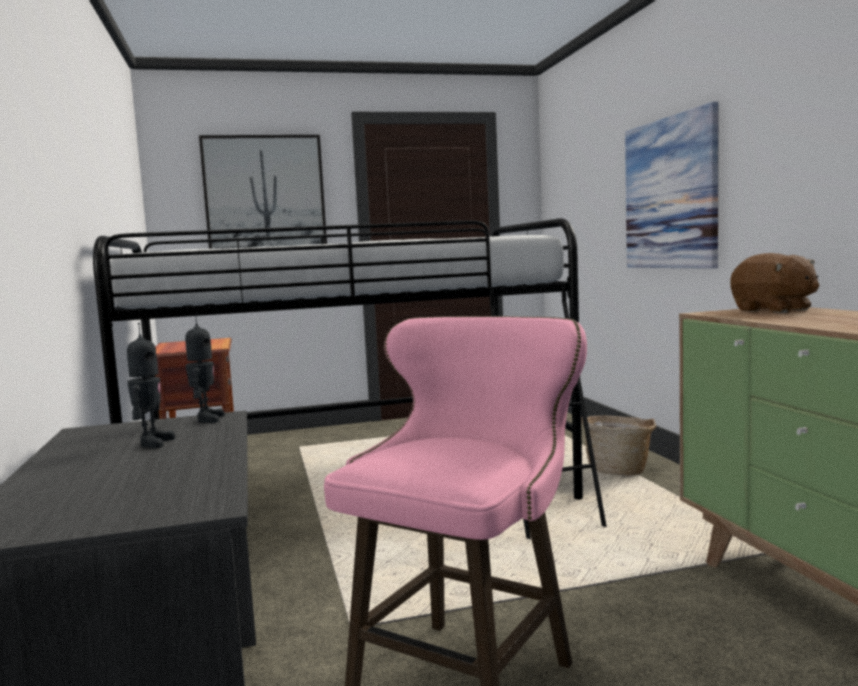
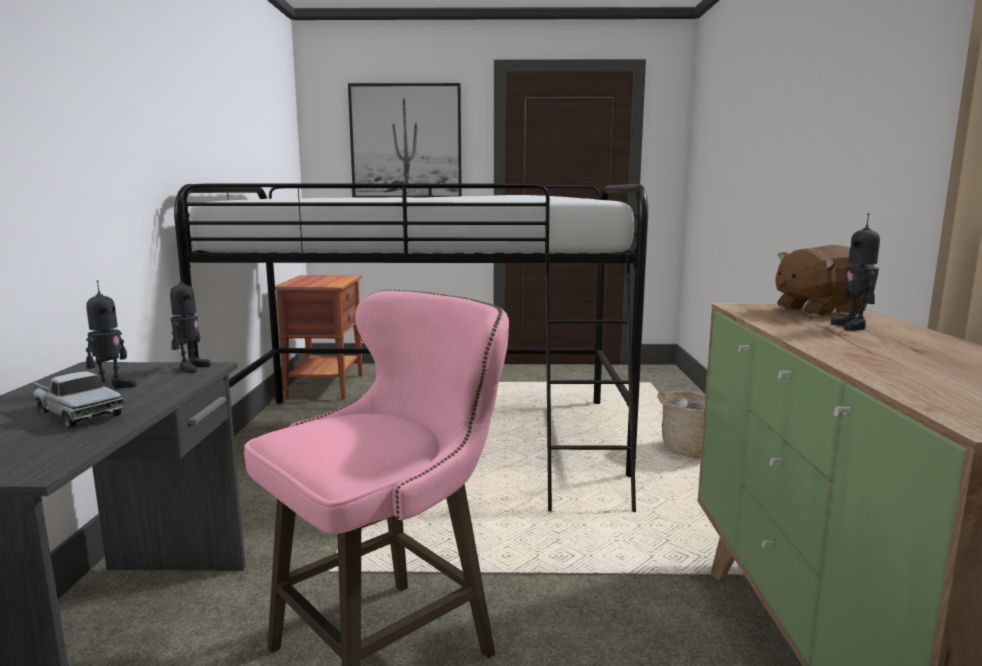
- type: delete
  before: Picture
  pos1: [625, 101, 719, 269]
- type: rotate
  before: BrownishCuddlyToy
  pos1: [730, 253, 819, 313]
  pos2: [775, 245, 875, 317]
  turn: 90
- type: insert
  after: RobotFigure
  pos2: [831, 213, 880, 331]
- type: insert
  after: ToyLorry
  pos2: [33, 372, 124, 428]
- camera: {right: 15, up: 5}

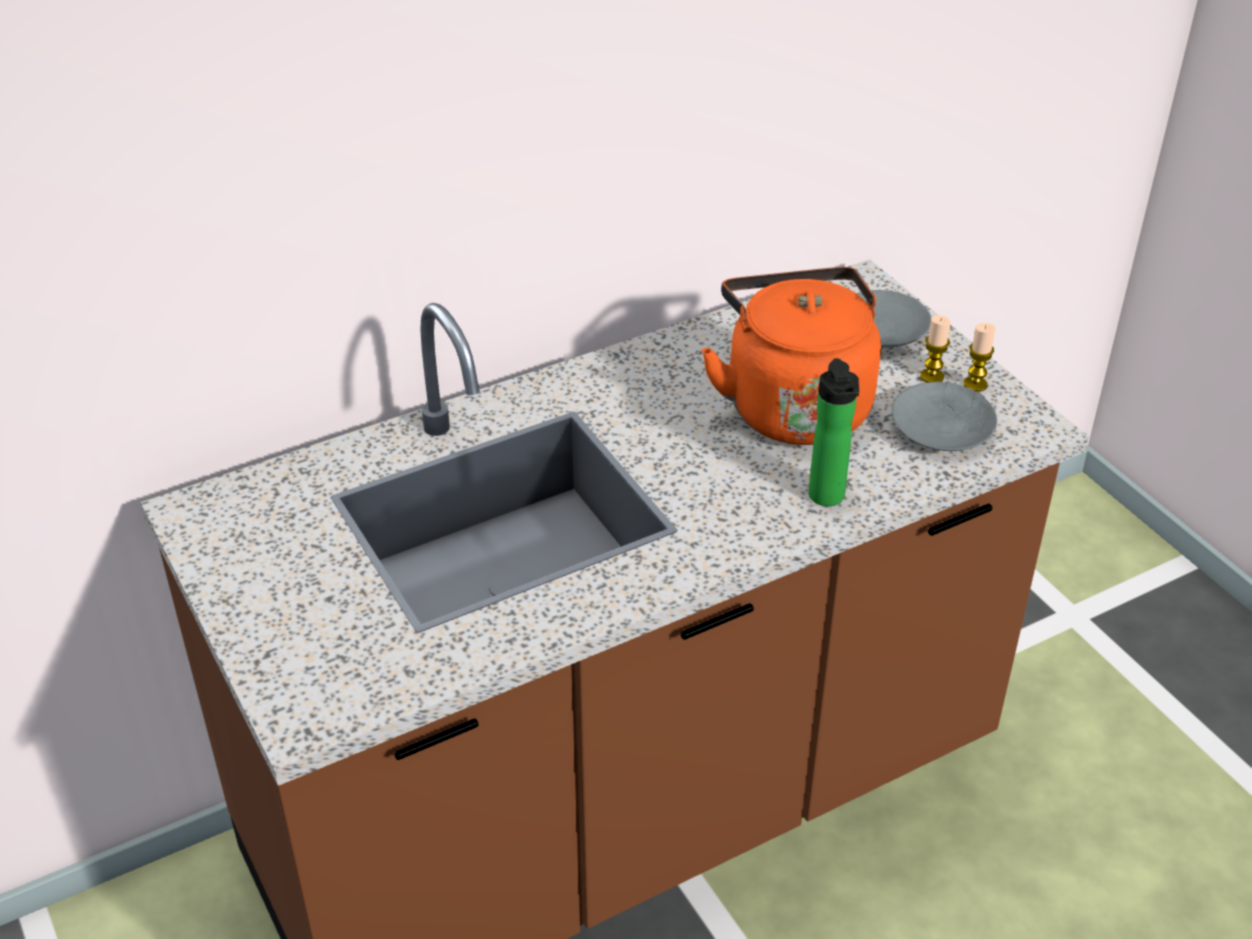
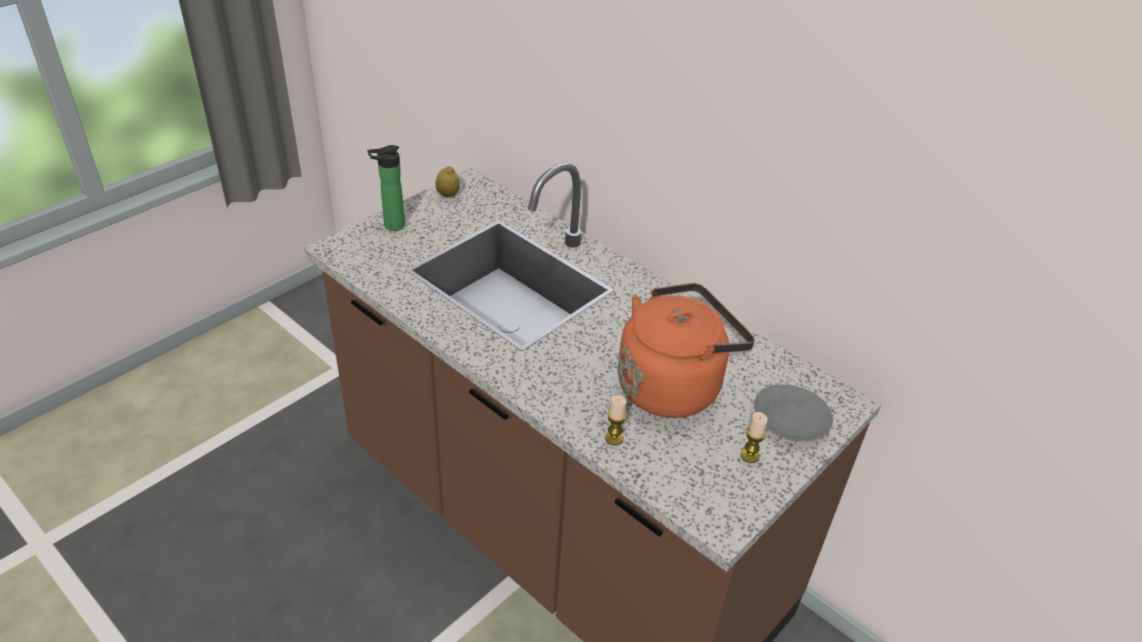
- type: move
  before: Candle
  pos1: [963, 323, 996, 392]
  pos2: [605, 395, 627, 445]
- type: move
  before: BeverageBottle
  pos1: [809, 358, 859, 506]
  pos2: [367, 145, 405, 231]
- type: delete
  before: GrayPlate
  pos1: [892, 382, 997, 451]
- type: insert
  after: WholeLemon
  pos2: [436, 166, 460, 197]
- camera: {right: 70, up: 0}

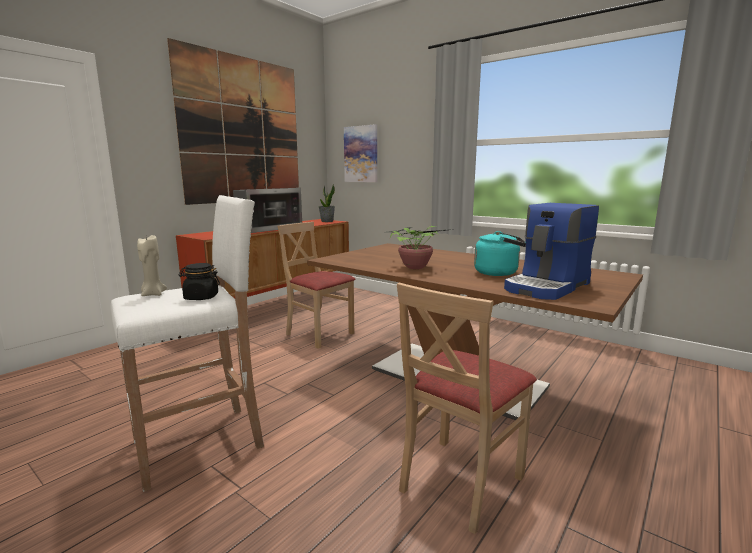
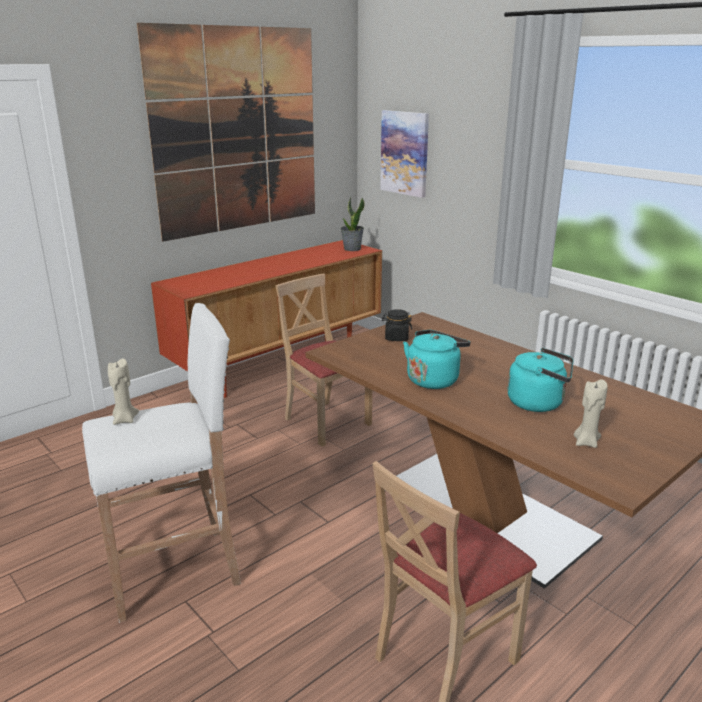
- type: delete
  before: Microwave
  pos1: [233, 188, 302, 233]
- type: replace
  before: CoffeeMaker
  after: BeigeCandle
  pos1: [504, 203, 599, 300]
  pos2: [574, 379, 608, 448]
- type: replace
  before: Houseplant
  after: TurquoiseKettle
  pos1: [390, 226, 446, 269]
  pos2: [403, 330, 470, 389]
- type: move
  before: BlackStorageJar
  pos1: [179, 263, 220, 300]
  pos2: [382, 309, 412, 341]
- camera: {right: 10, up: 10}

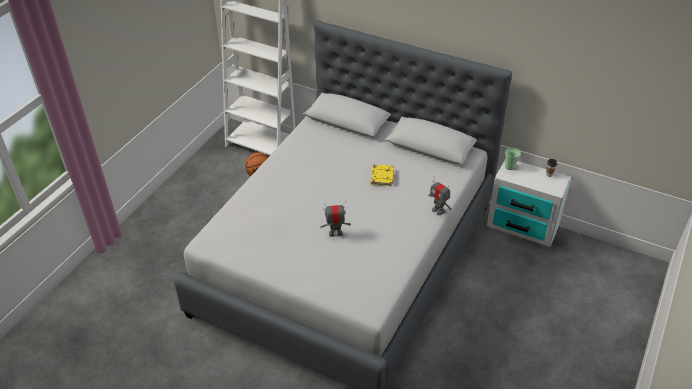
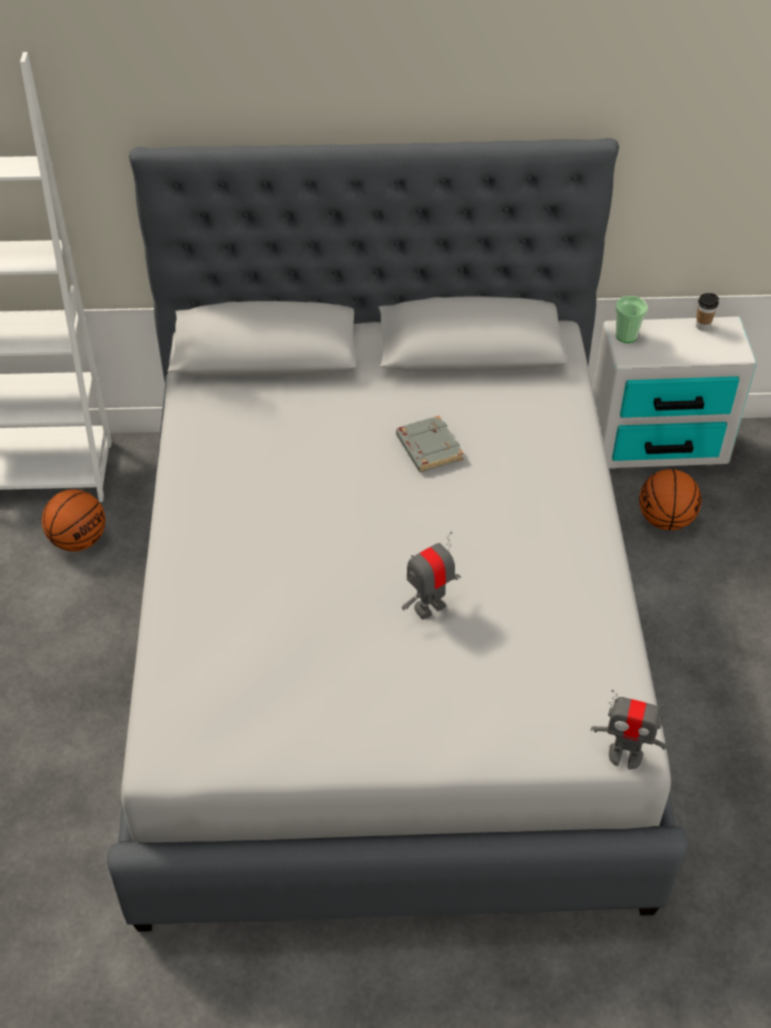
- type: recolor
  before: YellowishBook
  after: GrayBook
  pos1: [370, 165, 394, 186]
  pos2: [396, 416, 464, 472]
- type: move
  before: RobotFigure
  pos1: [428, 181, 452, 215]
  pos2: [591, 690, 669, 769]
- type: insert
  after: Basketball
  pos2: [639, 469, 702, 530]
- camera: {right: -30, up: 5}

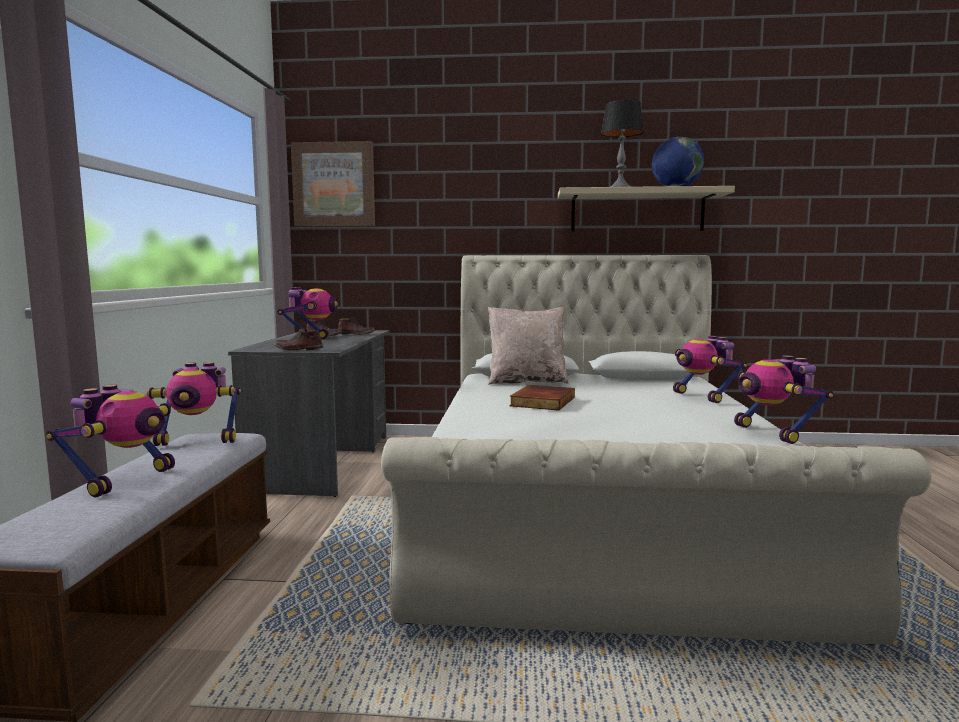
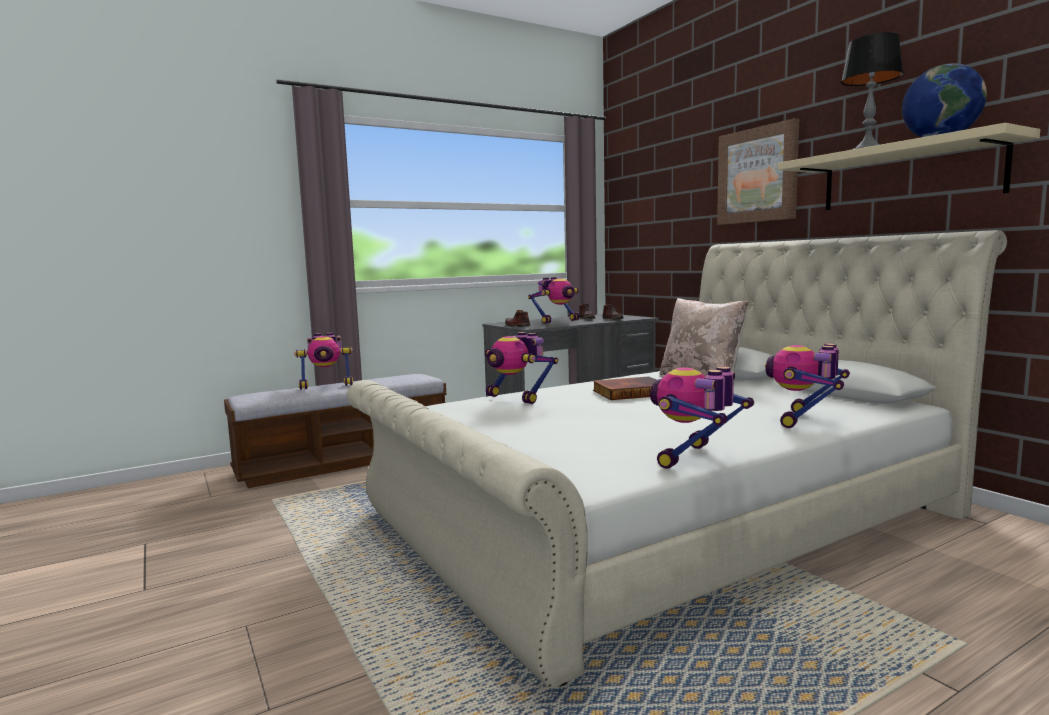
- type: move
  before: Picture
  pos1: [291, 141, 375, 227]
  pos2: [717, 118, 799, 225]
- type: move
  before: RobotFigure
  pos1: [147, 362, 241, 446]
  pos2: [485, 332, 558, 404]
- camera: {right: 55, up: 0}

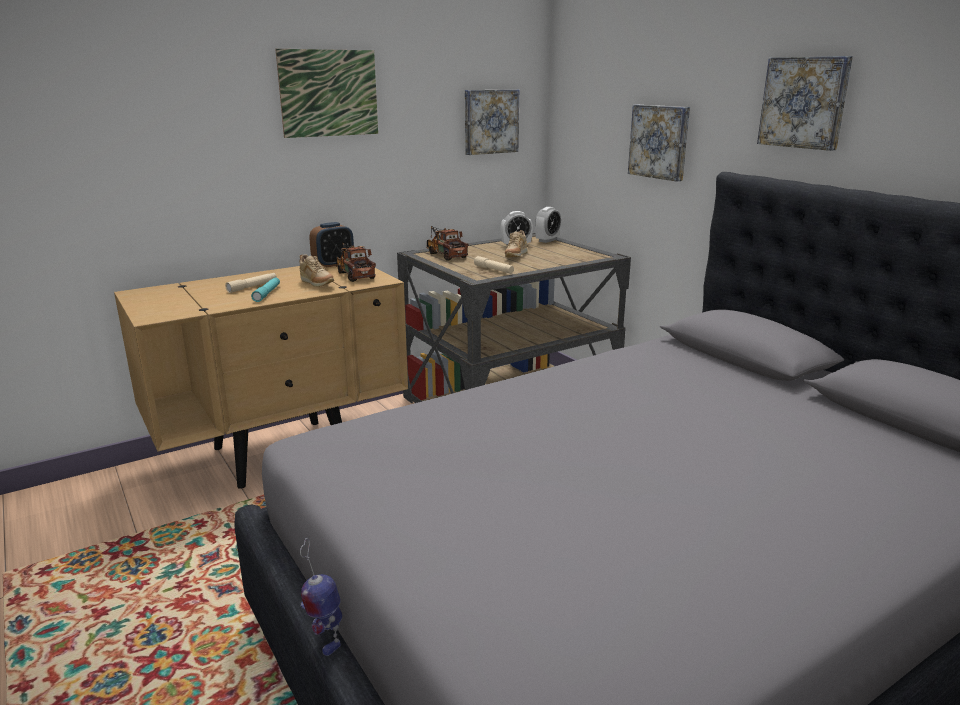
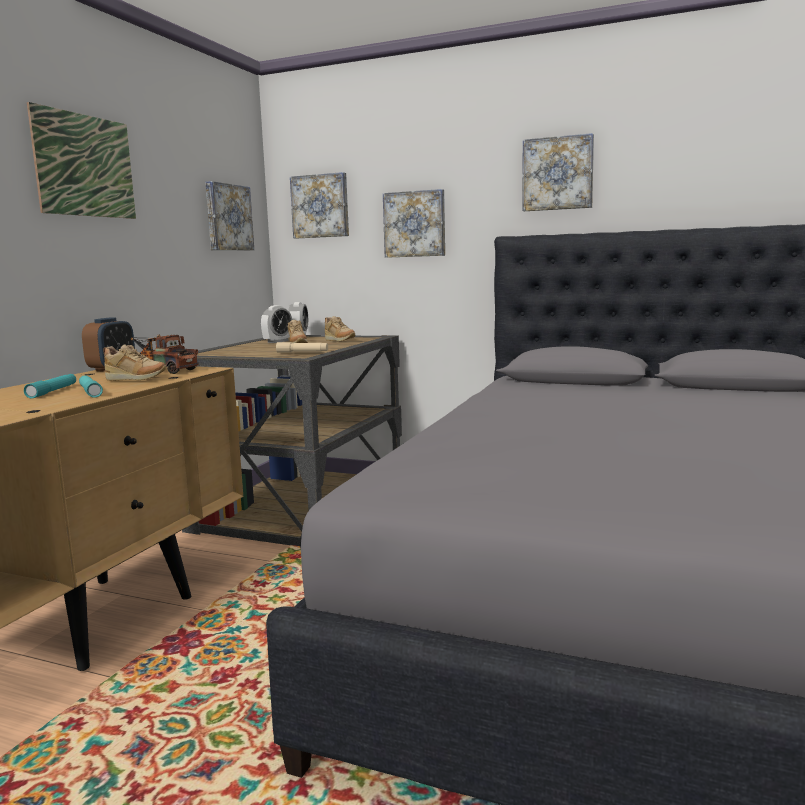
- type: delete
  before: ToyLorry
  pos1: [427, 226, 469, 261]
- type: recolor
  before: BeigeHandTorch
  after: TurquoiseHandTorch
  pos1: [225, 273, 277, 293]
  pos2: [24, 374, 76, 399]
- type: delete
  before: RobotFigure
  pos1: [300, 538, 342, 656]
- type: insert
  after: Picture
  pos2: [290, 172, 349, 238]
- type: insert
  after: BeigeItemOfFootwear
  pos2: [325, 316, 355, 341]
- camera: {right: -35, up: -10}

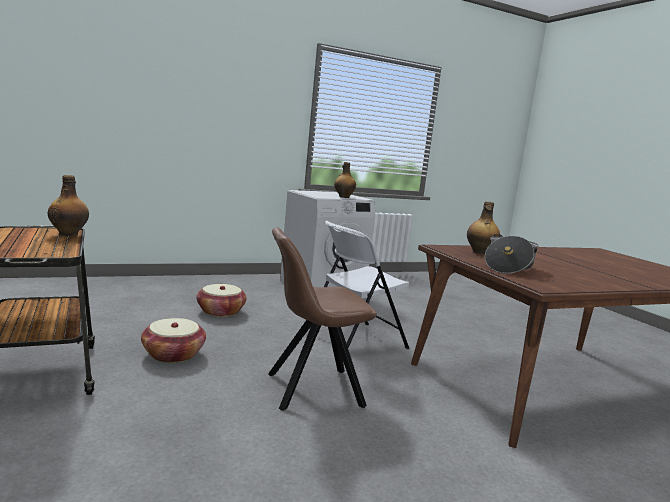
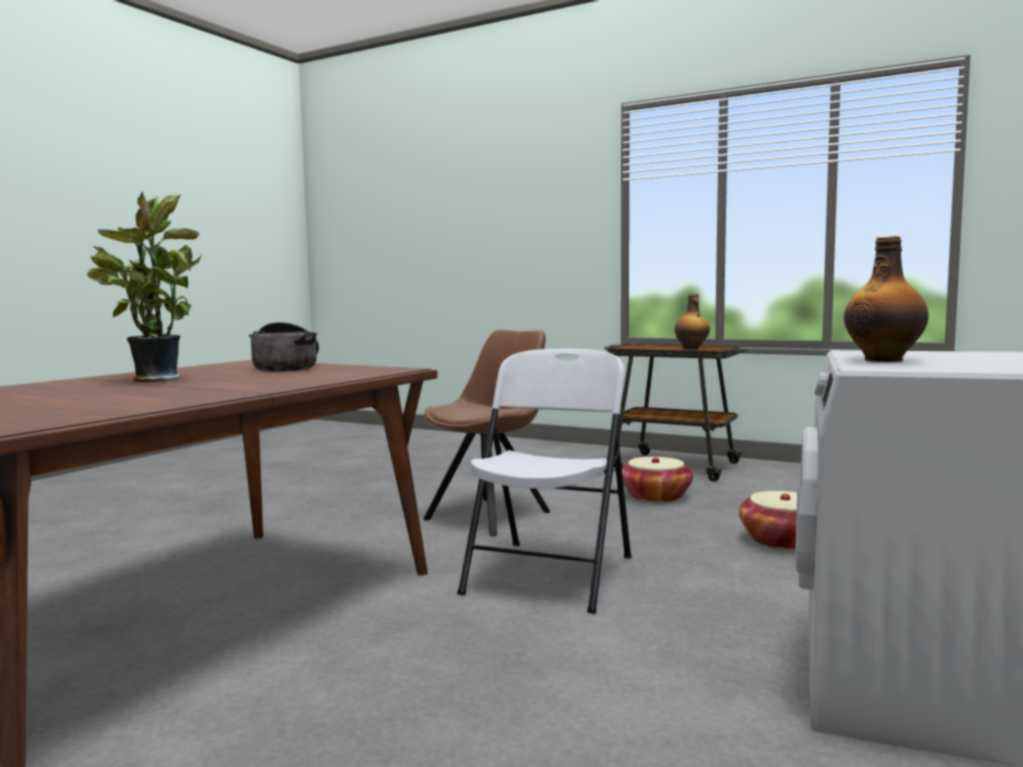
- type: delete
  before: BeverageBottle
  pos1: [467, 201, 500, 254]
- type: insert
  after: Houseplant
  pos2: [87, 191, 202, 382]
- camera: {right: 145, up: -5}

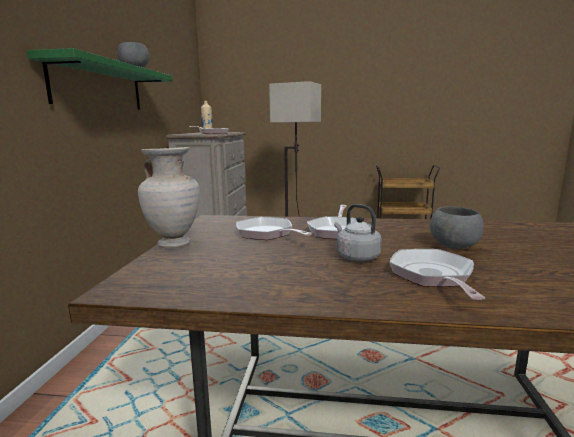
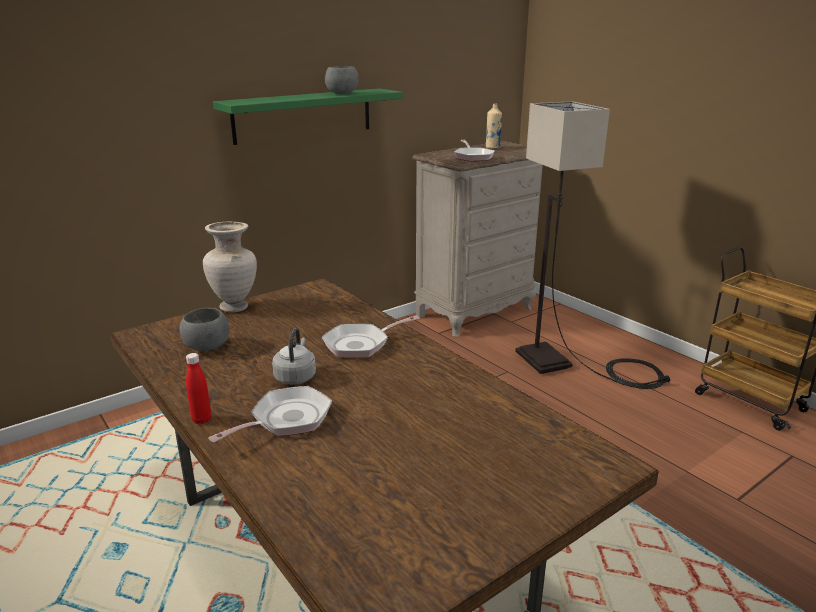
- type: move
  before: GrayServingBowl
  pos1: [430, 206, 484, 249]
  pos2: [179, 308, 230, 351]
- type: delete
  before: Skillet
  pos1: [236, 217, 312, 240]
- type: insert
  after: RedBeverageBottle
  pos2: [186, 353, 211, 424]
- camera: {right: 45, up: 10}

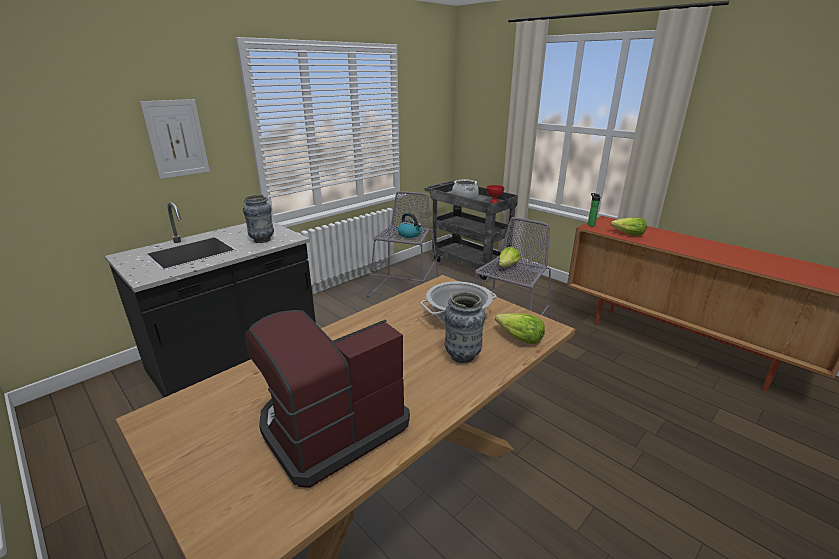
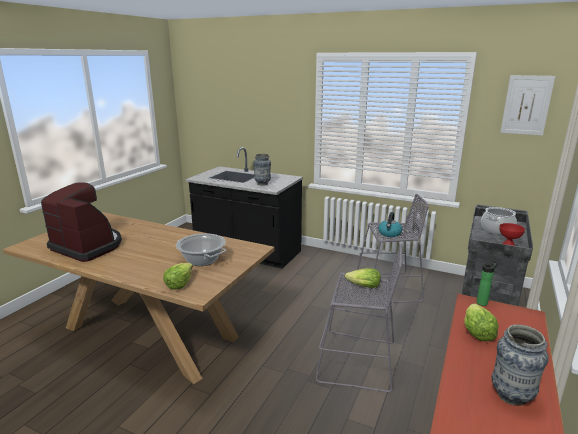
- type: move
  before: Picture
  pos1: [140, 99, 210, 179]
  pos2: [500, 75, 555, 136]
- type: move
  before: Vase
  pos1: [444, 291, 486, 363]
  pos2: [492, 325, 549, 406]
- camera: {right: 70, up: -5}

